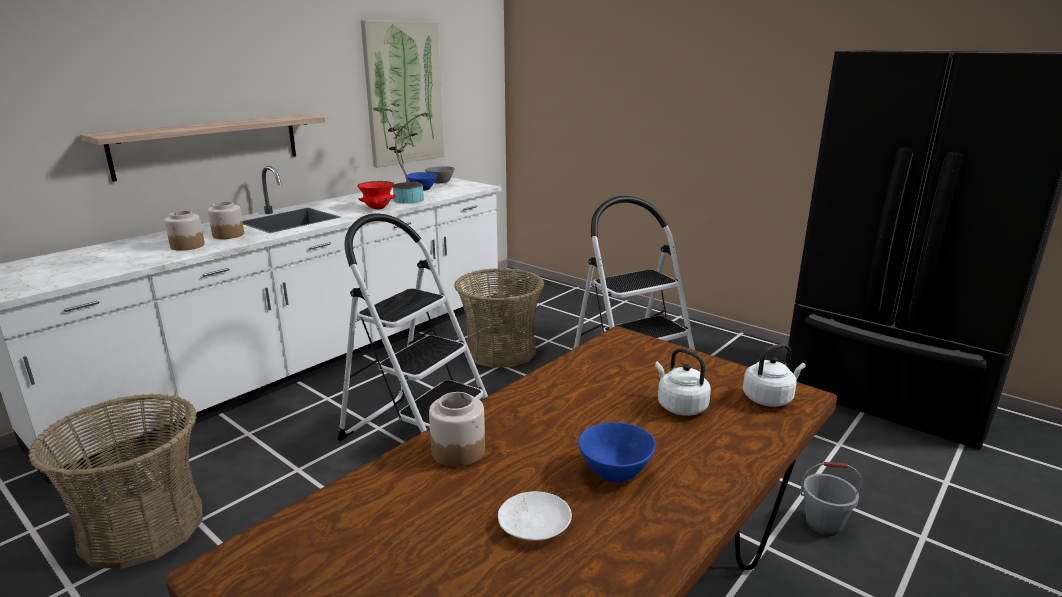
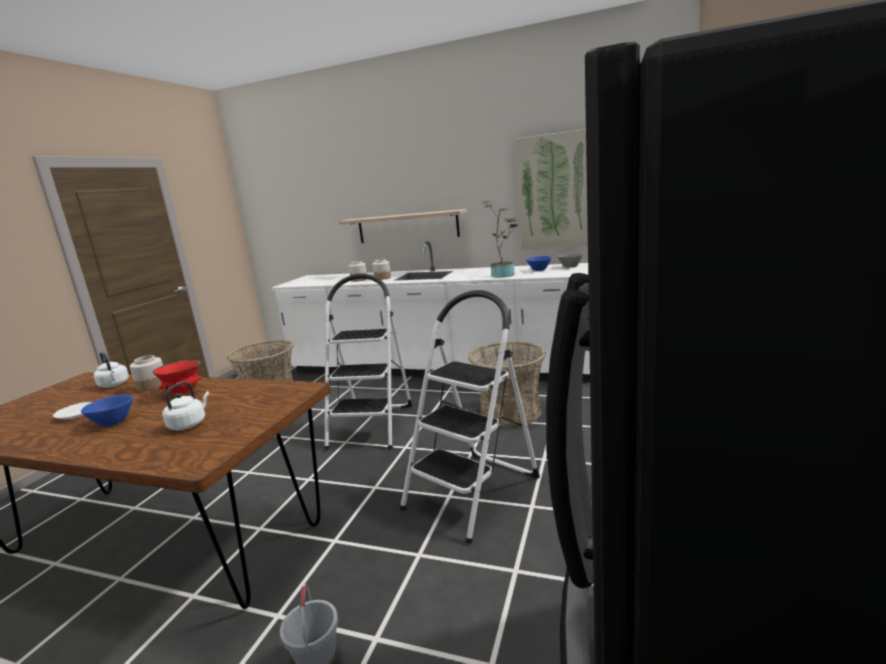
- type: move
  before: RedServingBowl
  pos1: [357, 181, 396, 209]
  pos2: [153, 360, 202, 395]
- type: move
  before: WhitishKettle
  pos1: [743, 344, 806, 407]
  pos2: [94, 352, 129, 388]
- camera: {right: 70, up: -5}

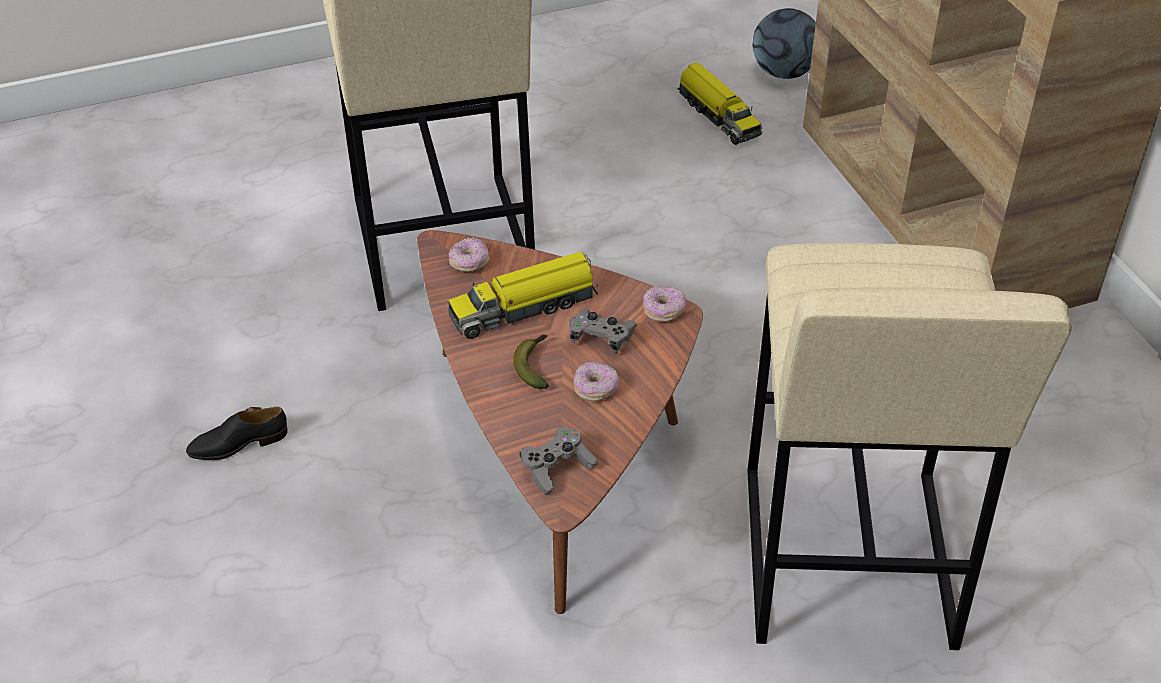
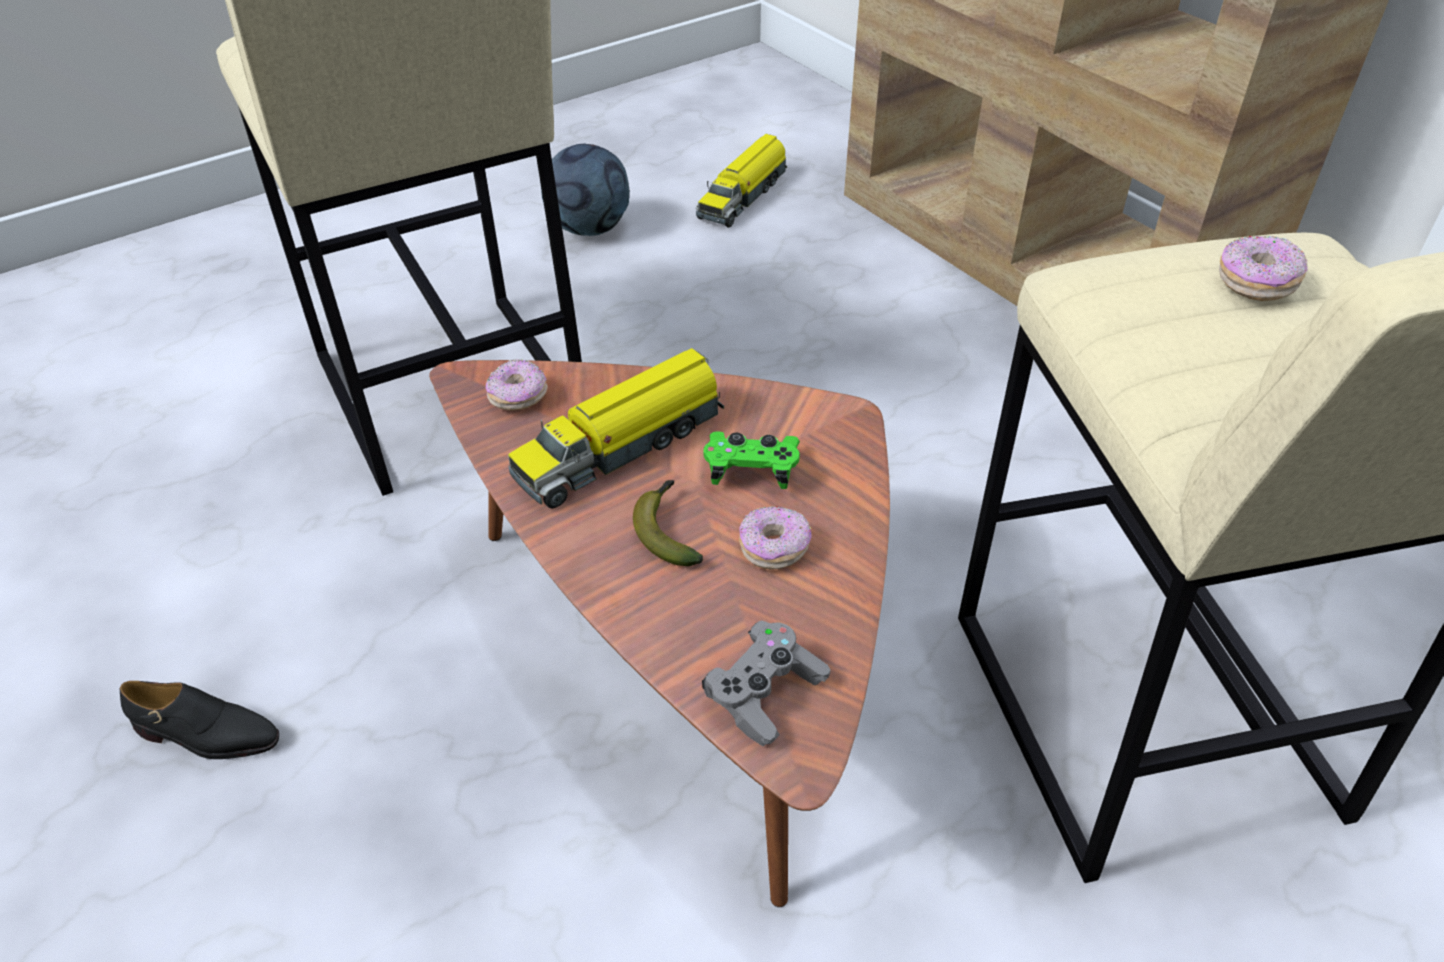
- type: move
  before: FootballBall
  pos1: [752, 8, 816, 79]
  pos2: [541, 144, 630, 236]
- type: rotate
  before: ToyLorry
  pos1: [678, 62, 763, 145]
  pos2: [696, 134, 787, 228]
  turn: 75
- type: move
  before: RingDoughnut
  pos1: [643, 285, 686, 322]
  pos2: [1219, 236, 1308, 301]
- type: recolor
  before: GrayGameController
  after: GreenishGameController
  pos1: [569, 309, 637, 354]
  pos2: [703, 431, 800, 489]
- type: rotate
  before: BlackItemOfFootwear
  pos1: [186, 407, 288, 460]
  pos2: [120, 681, 279, 759]
  turn: -135
- camera: {right: -15, up: 0}

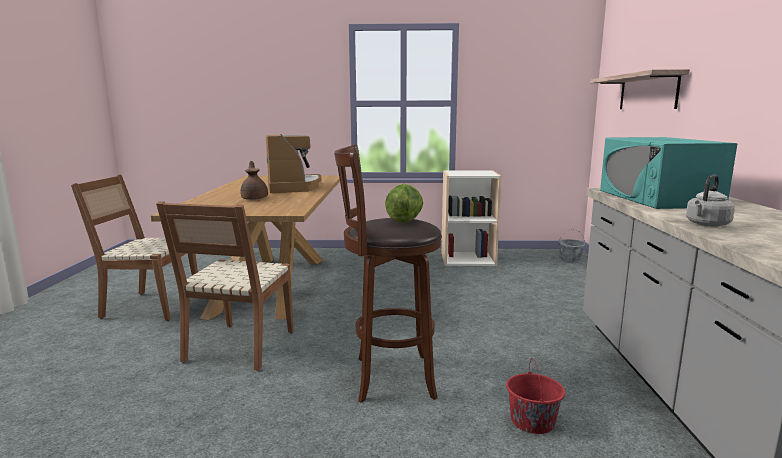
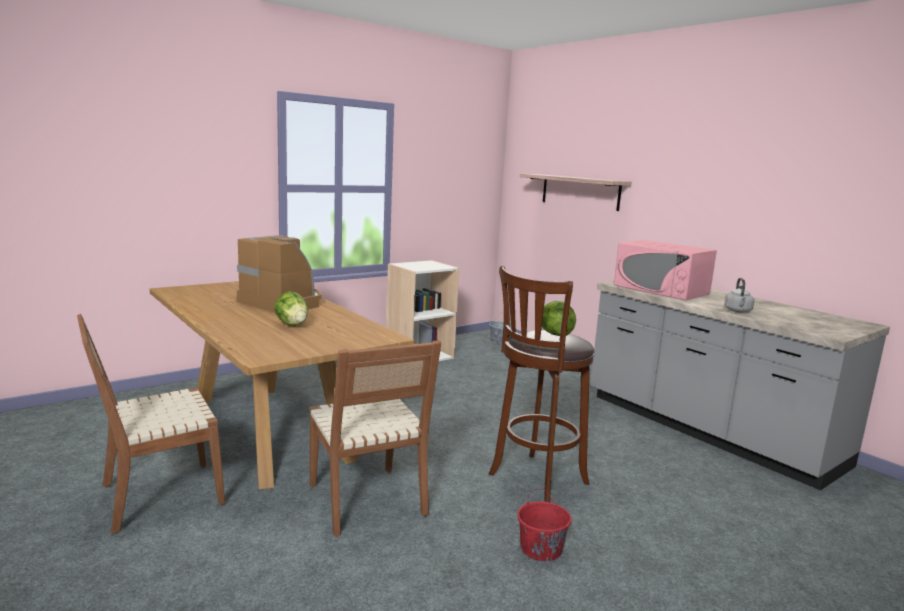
- type: recolor
  before: TurquoiseMicrowave
  after: PinkMicrowave
  pos1: [600, 137, 738, 209]
  pos2: [614, 240, 717, 300]
- type: replace
  before: BrownishPotForTea
  after: HeadOfLettuce
  pos1: [240, 161, 268, 200]
  pos2: [274, 291, 308, 326]
- type: move
  before: RedPail
  pos1: [506, 358, 565, 434]
  pos2: [517, 489, 572, 561]
- camera: {right: -40, up: 0}

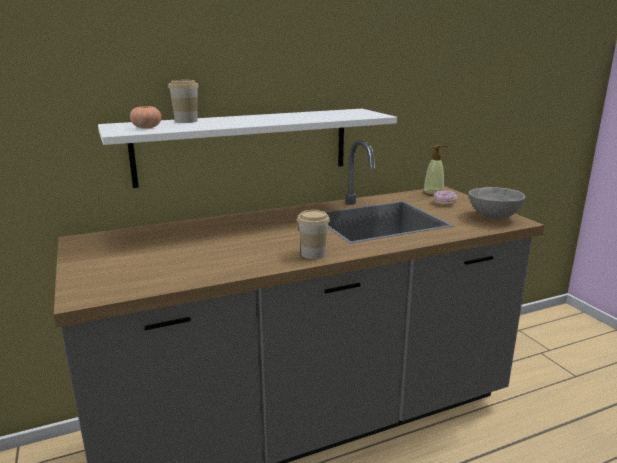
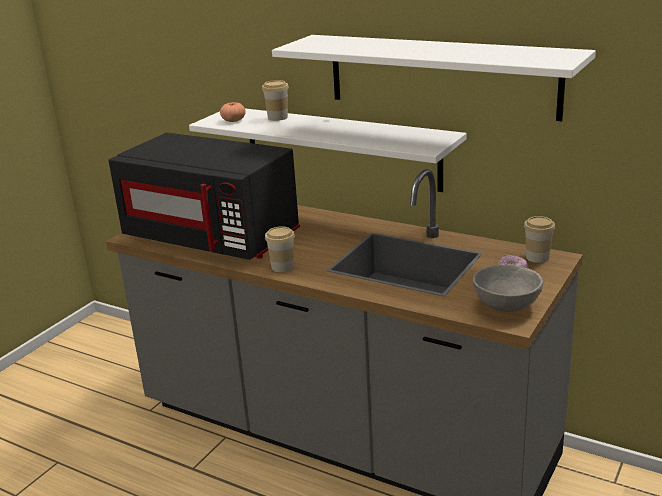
- type: replace
  before: LiquidSoapBottle
  after: DrinkingCup
  pos1: [423, 145, 448, 196]
  pos2: [524, 216, 555, 263]
- type: insert
  after: WhitishBracketShelf
  pos2: [272, 35, 596, 121]
- type: insert
  after: BlackMicrowave
  pos2: [108, 133, 300, 260]
- camera: {right: 55, up: 5}

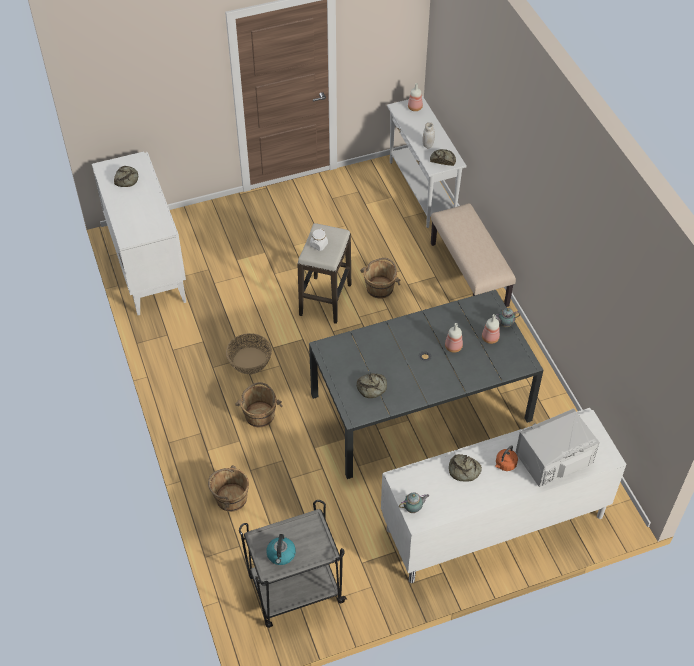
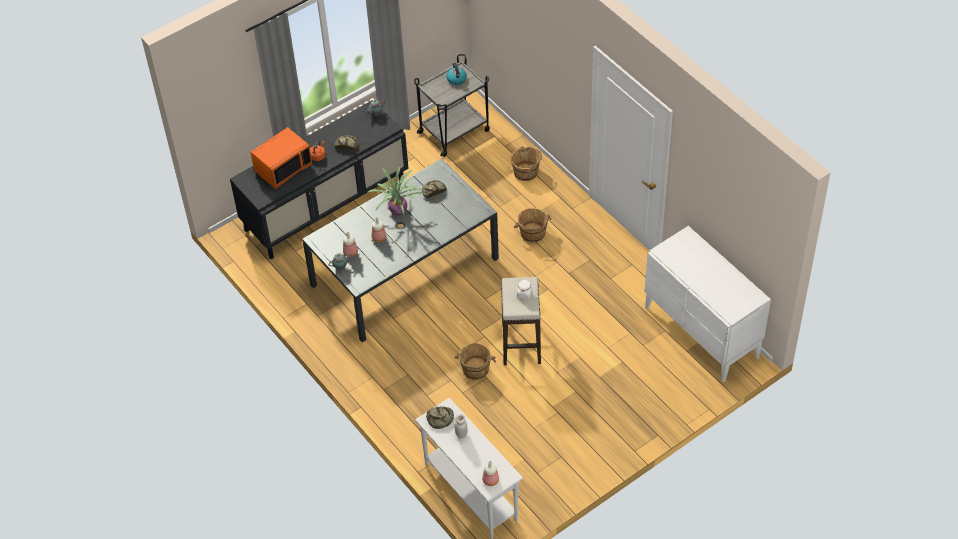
- type: delete
  before: BakeryBread
  pos1: [114, 166, 138, 187]
- type: delete
  before: BeigeLongSeat
  pos1: [431, 203, 516, 307]
- type: delete
  before: StorageBasket
  pos1: [226, 333, 272, 374]
- type: recolor
  before: WhitishCabinet
  after: BlackCabinet
  pos1: [381, 408, 626, 583]
  pos2: [230, 100, 409, 259]
- type: recolor
  before: GrayMicrowave
  after: OrangeMicrowave
  pos1: [516, 408, 600, 487]
  pos2: [251, 127, 312, 189]
- type: insert
  after: Houseplant
  pos2: [368, 166, 425, 215]
- camera: {right: 165, up: 0}

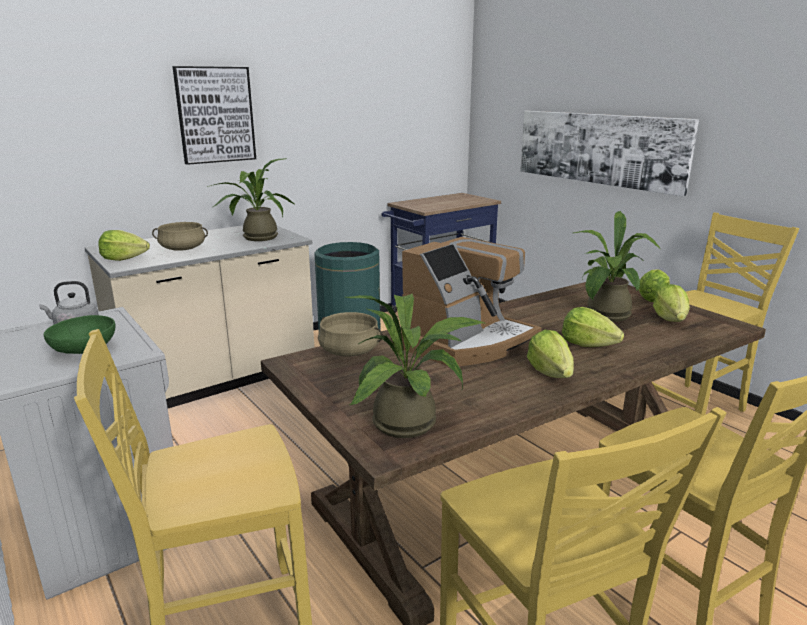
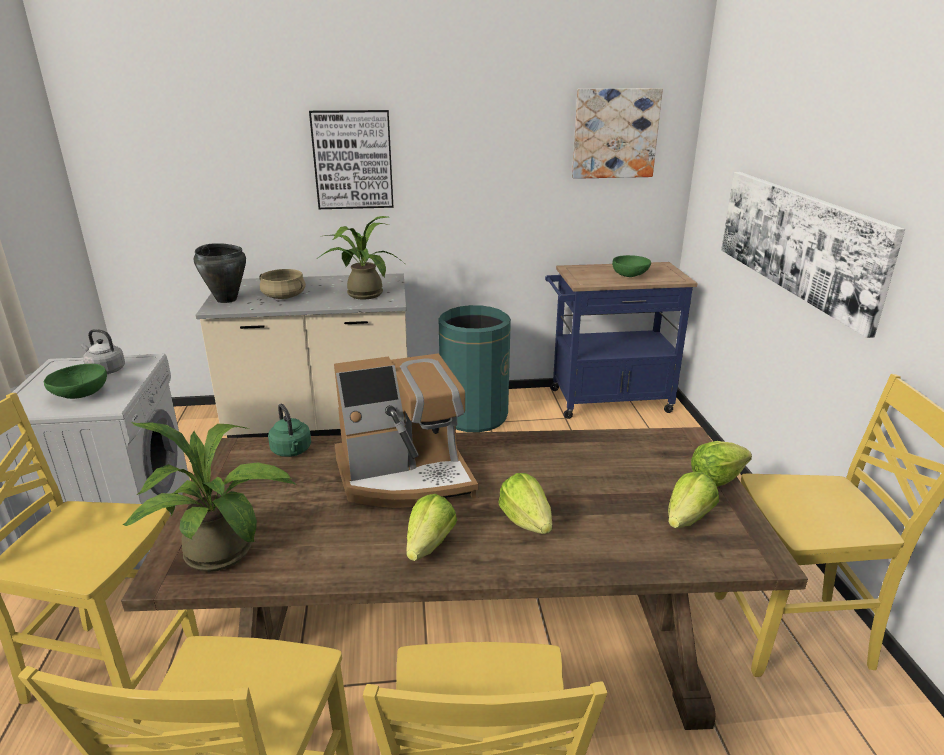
- type: delete
  before: Houseplant
  pos1: [573, 211, 660, 322]
- type: replace
  before: HeadOfLettuce
  after: BlackStockpot
  pos1: [98, 230, 150, 261]
  pos2: [194, 243, 246, 303]
- type: replace
  before: BeigeStockpot
  after: GreenishKettle
  pos1: [318, 312, 383, 356]
  pos2: [268, 403, 311, 457]
- type: insert
  after: Picture
  pos2: [572, 88, 663, 179]
- type: insert
  after: GreenishServingBowl
  pos2: [612, 255, 651, 277]
- camera: {right: 30, up: 5}

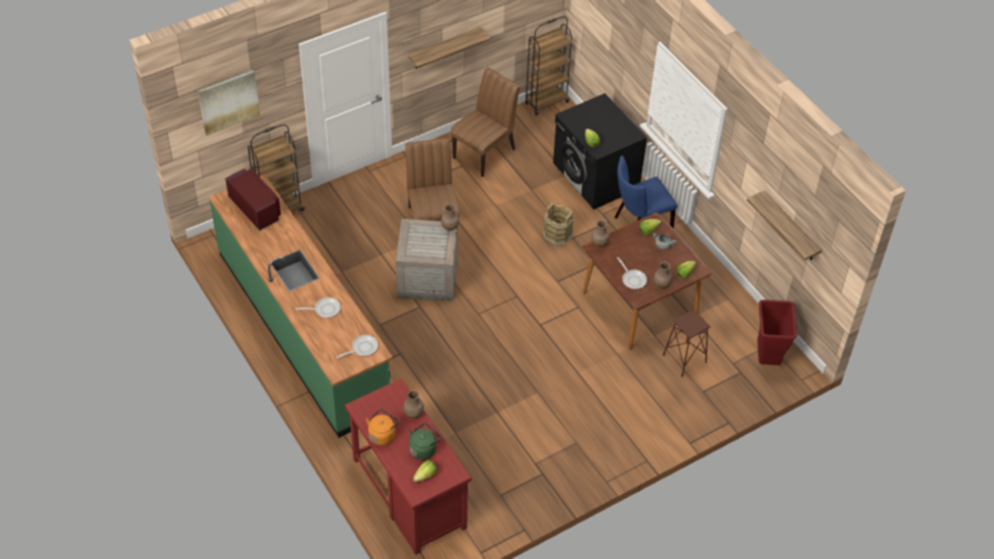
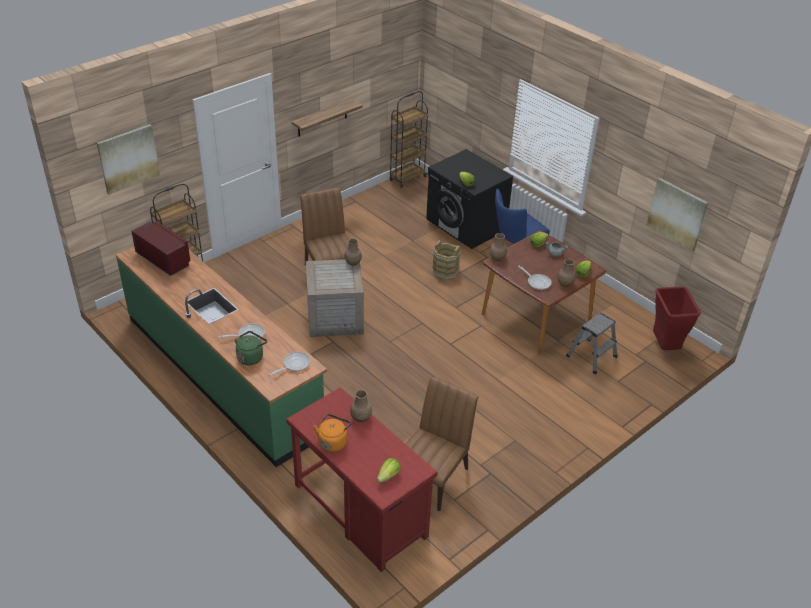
- type: move
  before: BrownishChair
  pos1: [450, 67, 520, 177]
  pos2: [405, 376, 479, 512]
- type: replace
  before: BracketShelf
  after: Picture
  pos1: [747, 191, 822, 261]
  pos2: [646, 178, 708, 252]
- type: replace
  before: BrownishSittingStool
  after: GrayStepStool
  pos1: [663, 309, 711, 377]
  pos2: [566, 312, 618, 375]
- type: move
  before: GreenishKettle
  pos1: [409, 423, 442, 460]
  pos2: [235, 331, 267, 365]
- camera: {right: -10, up: -10}

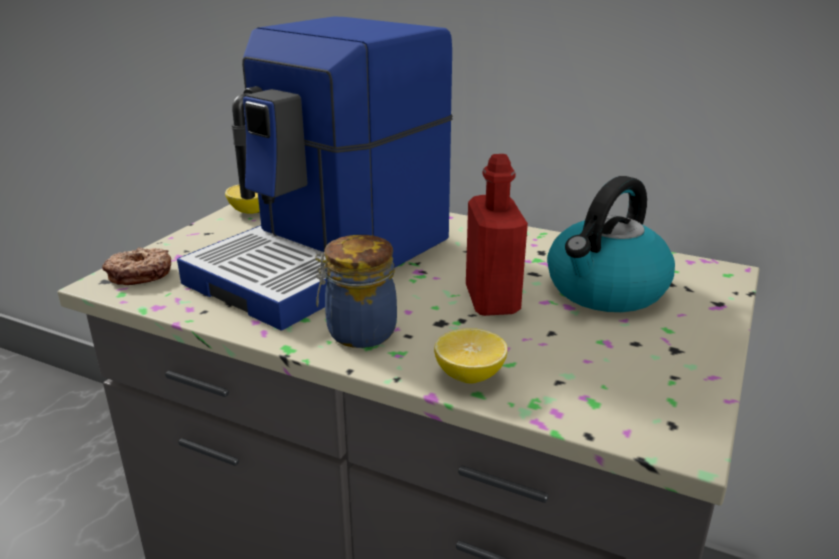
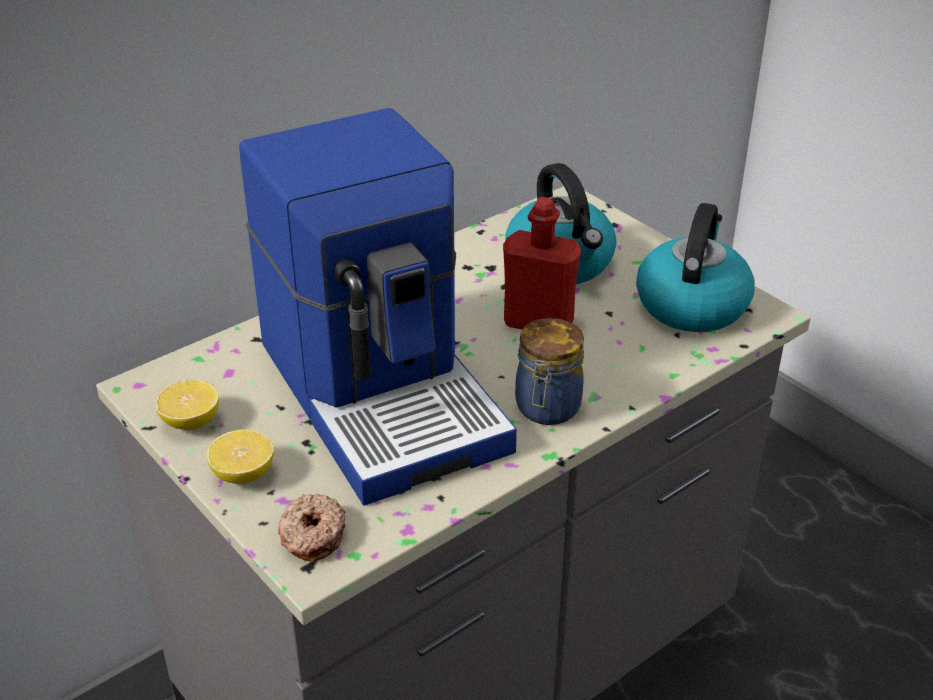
- type: move
  before: WholeLemon
  pos1: [434, 328, 508, 383]
  pos2: [206, 429, 274, 484]
- type: insert
  after: Kettle
  pos2: [636, 203, 755, 332]
- camera: {right: -65, up: 10}

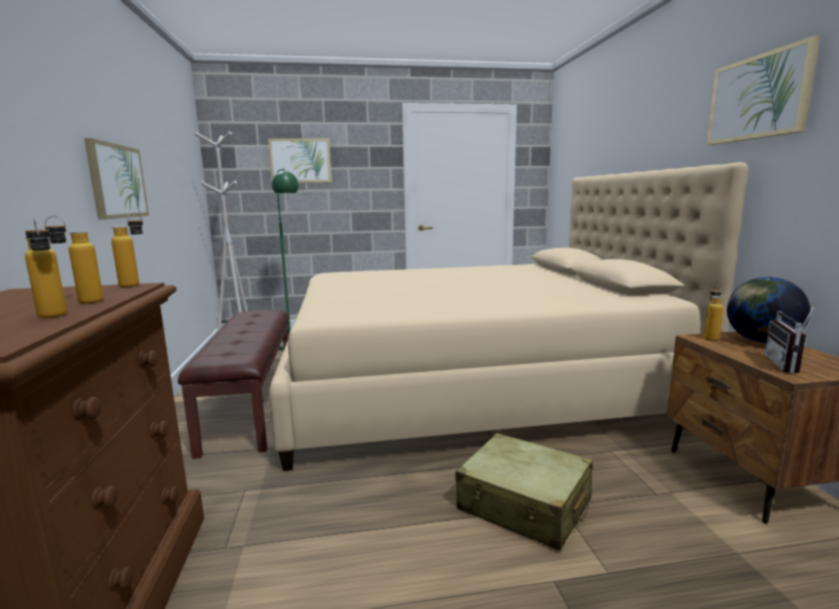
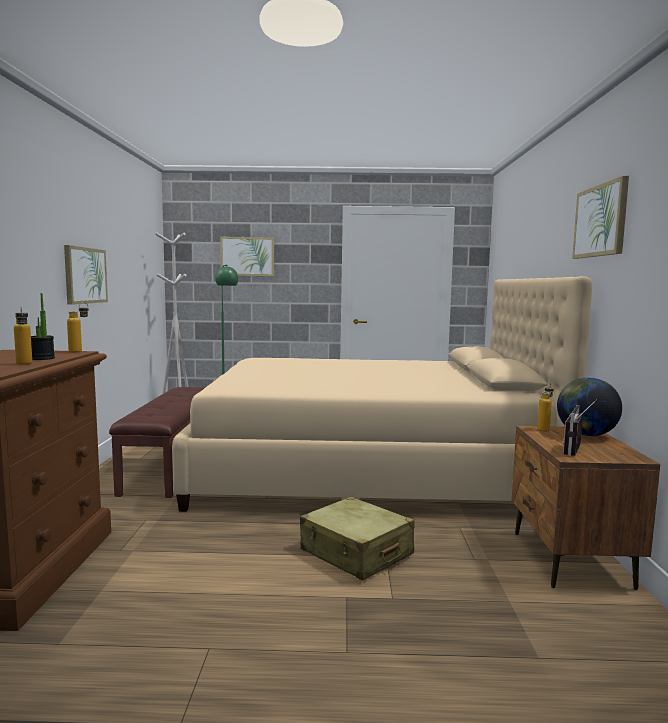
- type: replace
  before: BeverageBottle
  after: Houseplant
  pos1: [44, 216, 104, 304]
  pos2: [31, 293, 55, 360]
- camera: {right: 10, up: -5}

